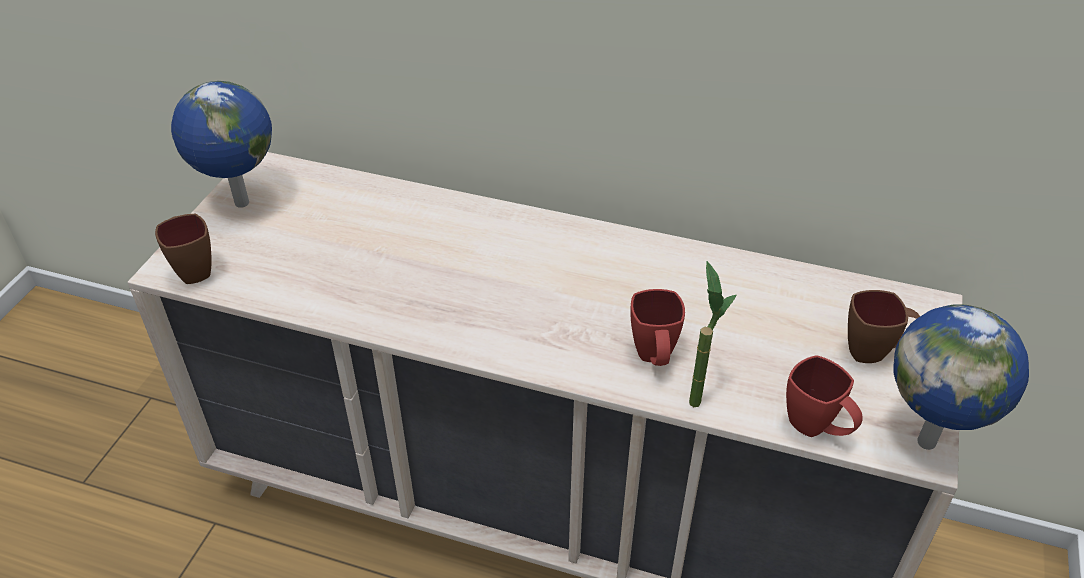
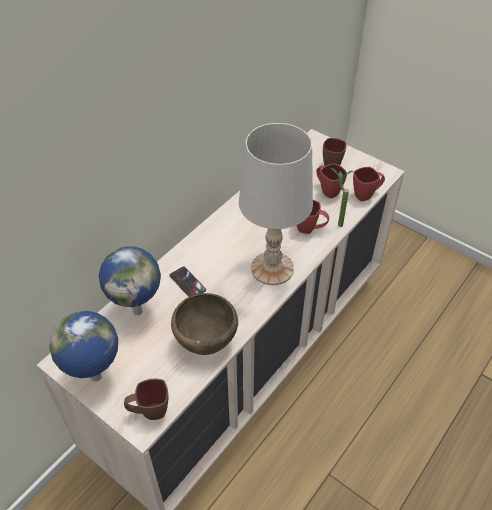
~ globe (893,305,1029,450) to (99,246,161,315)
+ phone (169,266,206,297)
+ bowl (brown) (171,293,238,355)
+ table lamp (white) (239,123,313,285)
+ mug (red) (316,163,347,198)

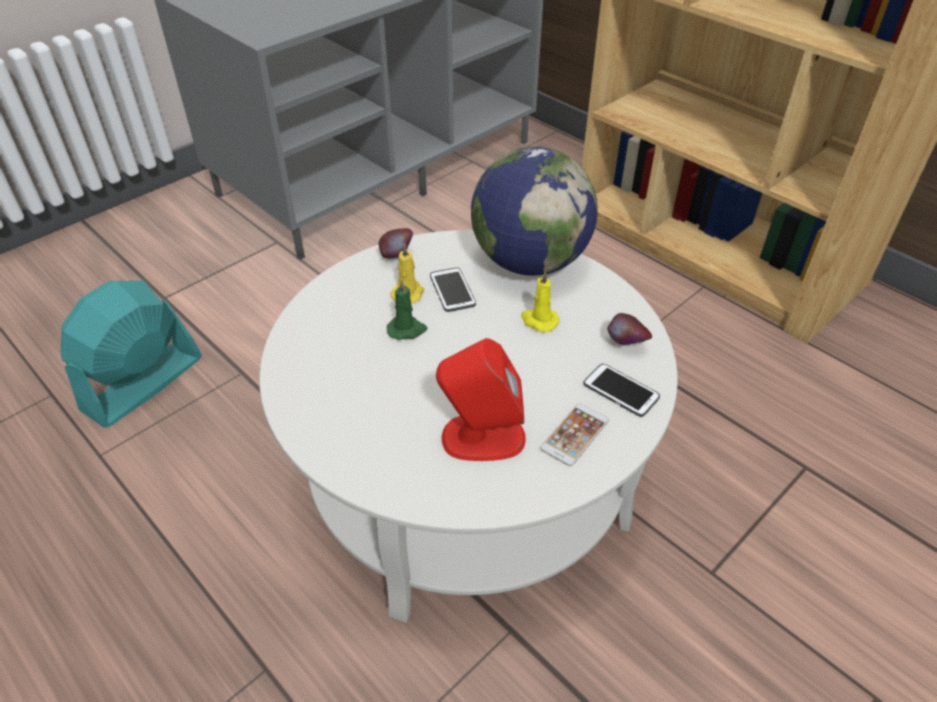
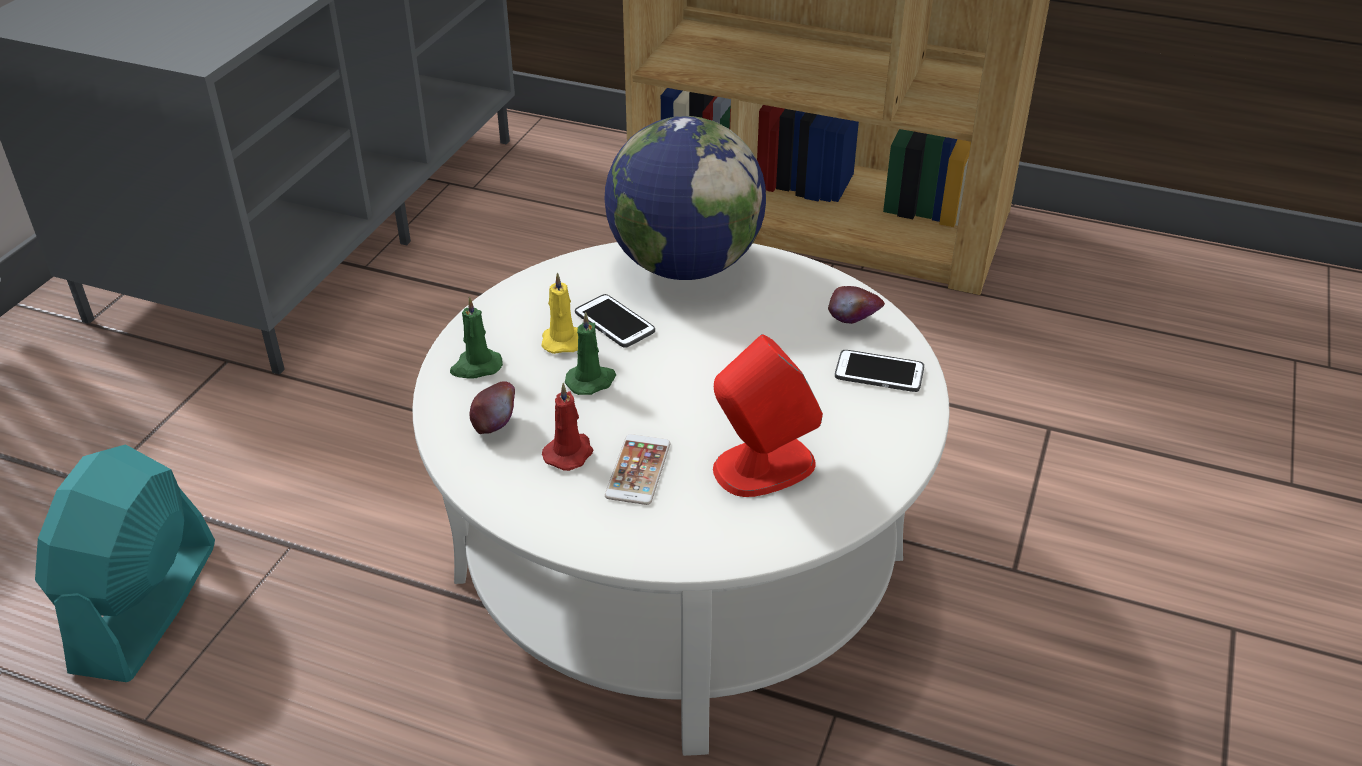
+ candle (green) (450,297,503,379)
~ apple (379,228,413,259) to (469,381,515,434)
+ candle (red) (542,383,594,471)
~ phone (540,403,609,466) to (605,434,670,505)
- candle (yellow) (521,271,559,332)

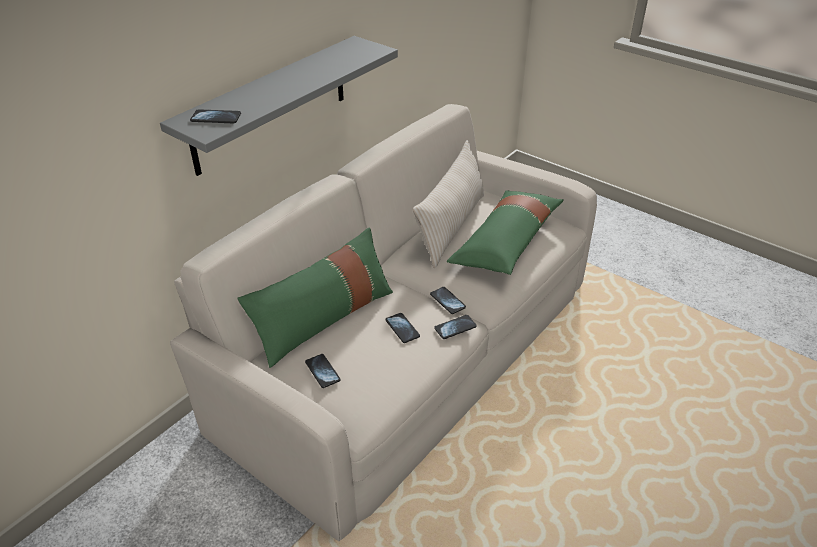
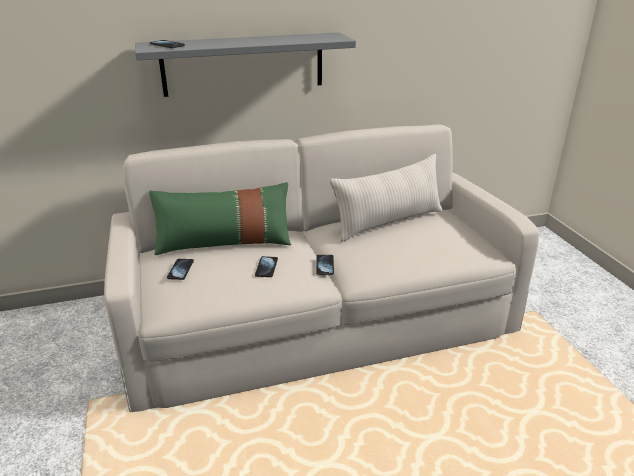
- phone (434,315,477,339)
- pillow (green) (447,190,564,275)

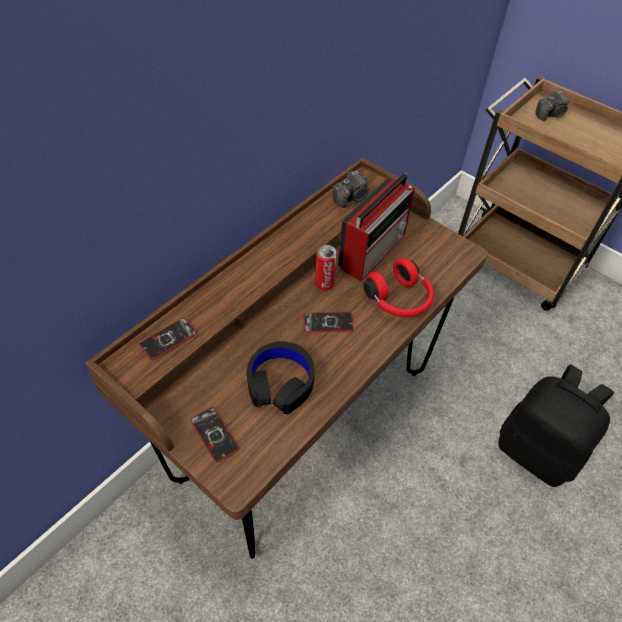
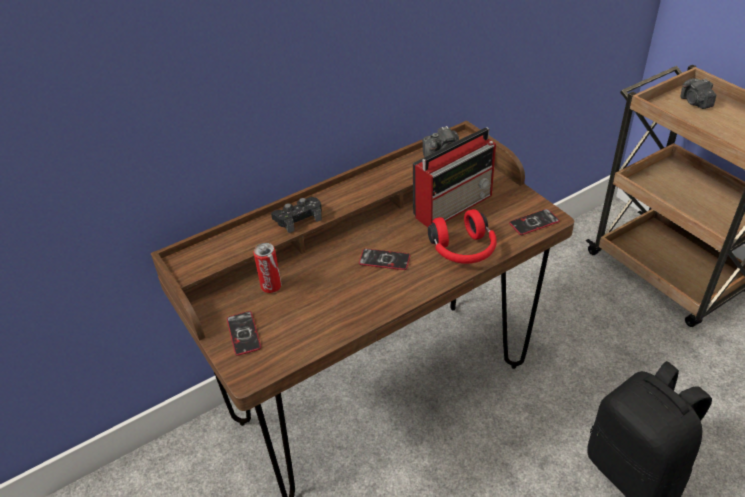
~ can (315,245,337,290) to (253,243,282,293)
+ game controller (black) (271,197,322,233)
~ phone (139,318,197,360) to (509,209,560,235)
~ photo camera (535,91,569,121) = (680,78,716,109) 75 degrees clockwise
- headphones (black) (246,341,315,414)

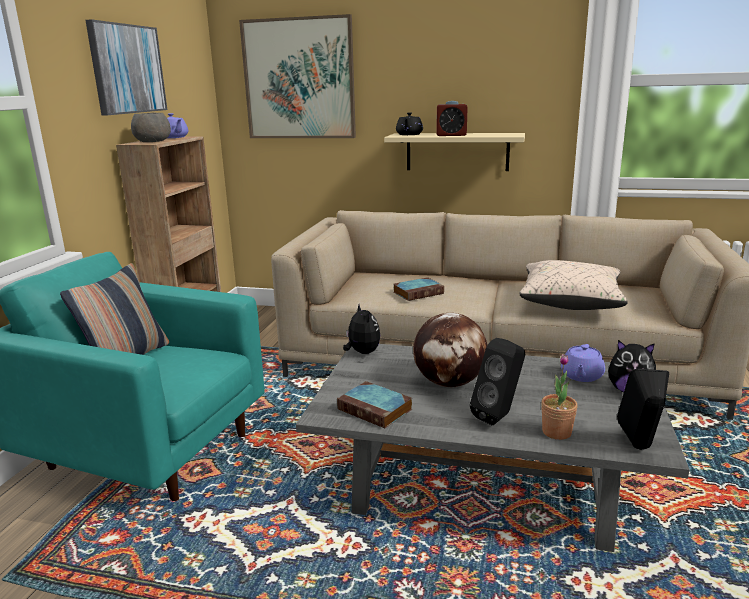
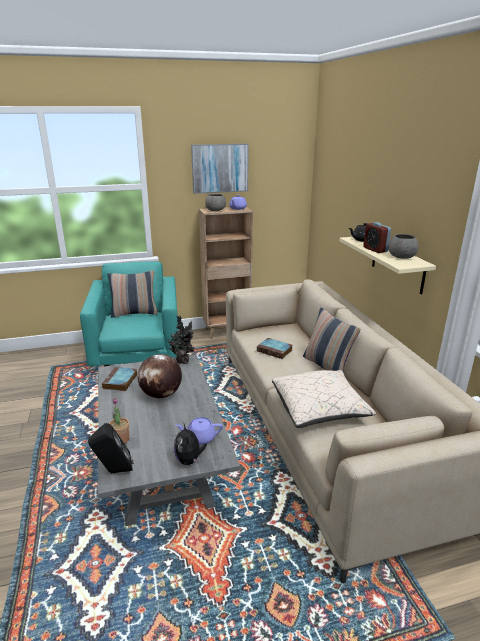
~ plush toy (343,304,380,354) to potted plant (168,316,194,364)
+ pillow (303,308,360,371)
+ bowl (grey) (388,234,419,259)
- picture (239,14,356,138)
- speaker (black) (470,338,525,425)

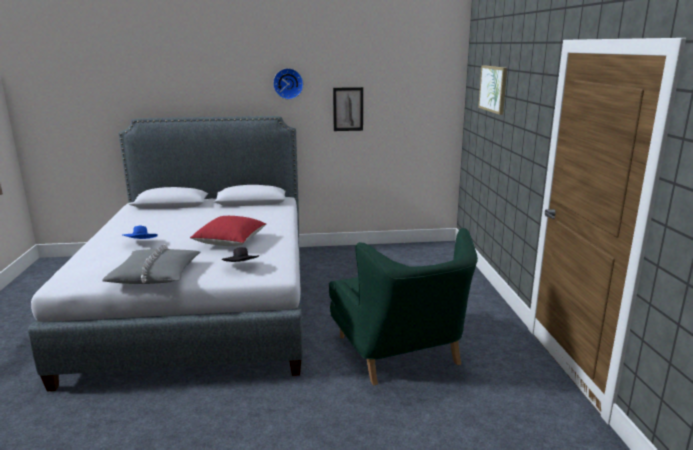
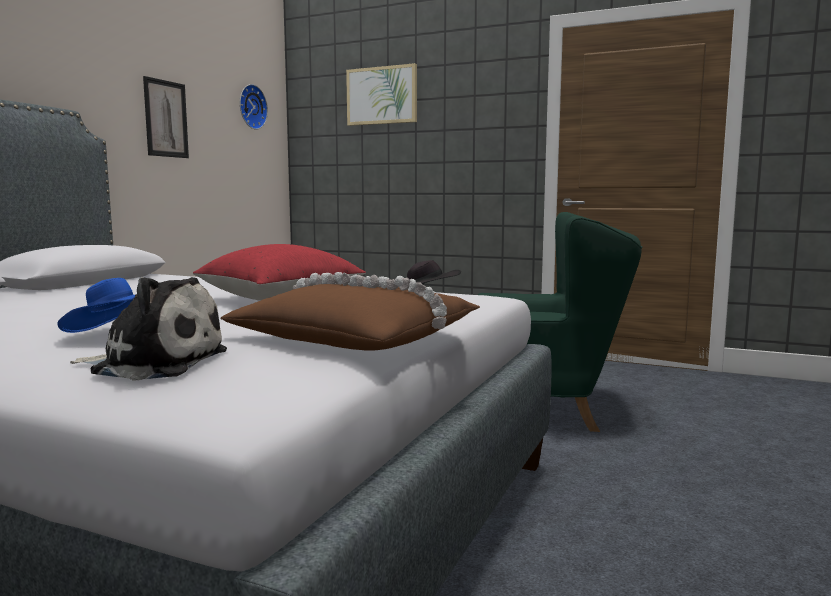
+ plush toy (70,277,227,381)
~ pillow (grey) (102,244,201,284) to pillow (brown) (220,272,480,350)
~ wall clock (273,68,304,100) to (240,84,268,130)

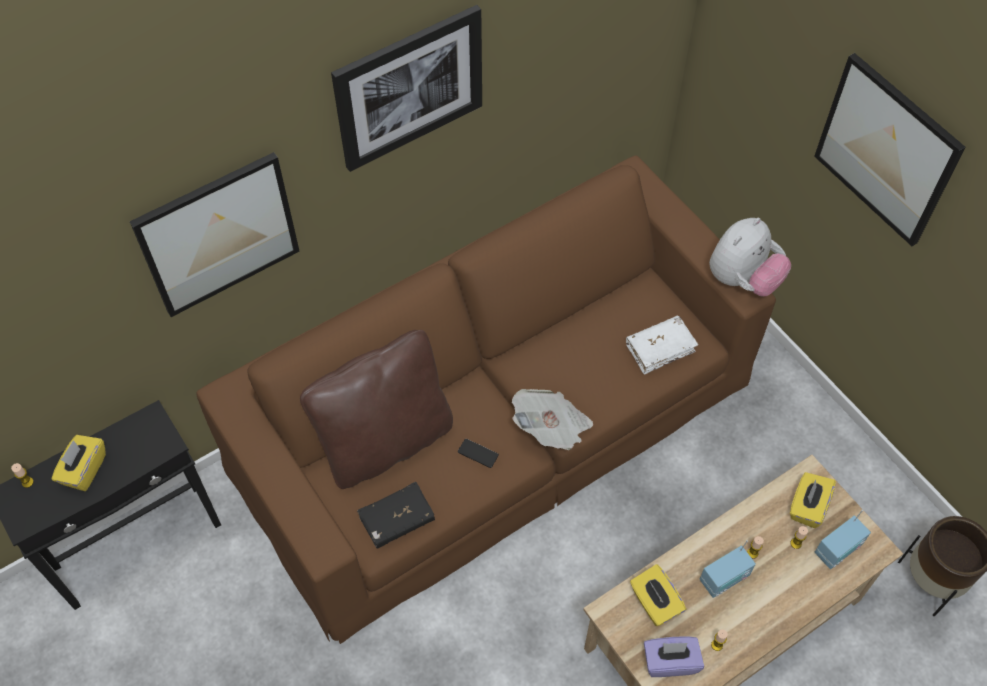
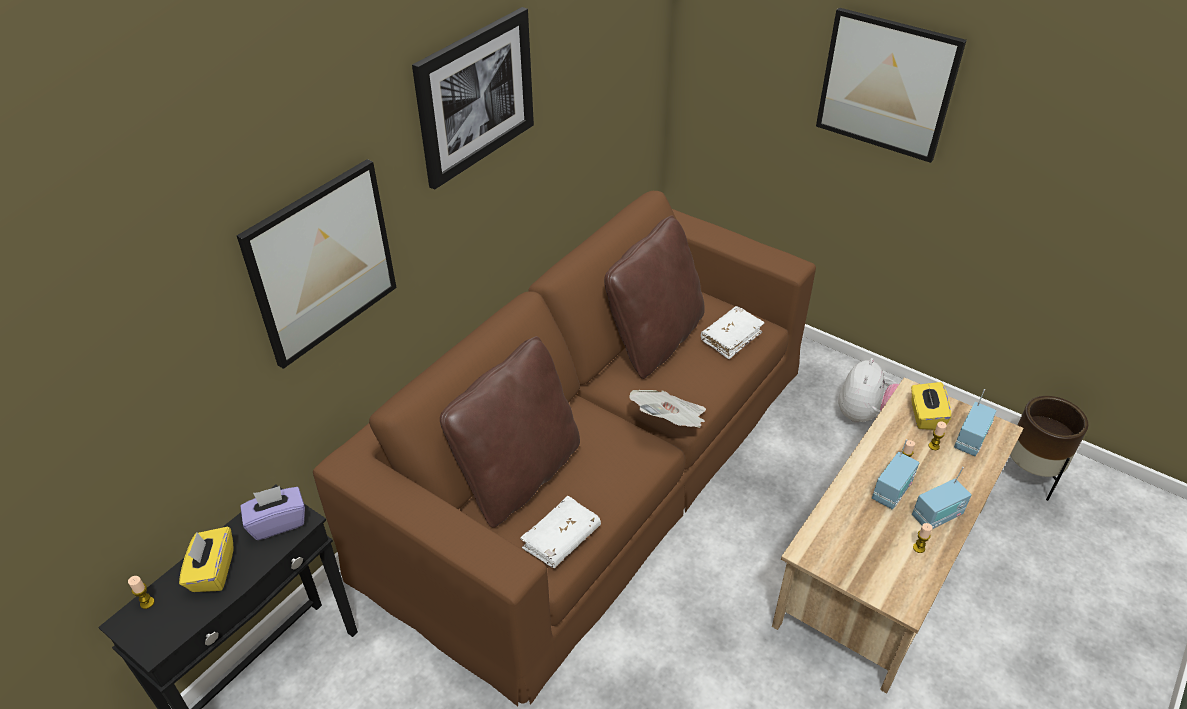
~ tissue box (purple) (644,637,704,677) to (240,486,305,540)
~ book (black) (357,482,435,549) to book (white) (520,496,601,568)
+ pillow (brown) (604,216,705,379)
~ plush toy (709,218,791,297) to (838,358,899,423)
+ radio (912,467,972,529)
- phone (458,439,499,468)
- tissue box (yellow) (630,564,686,626)

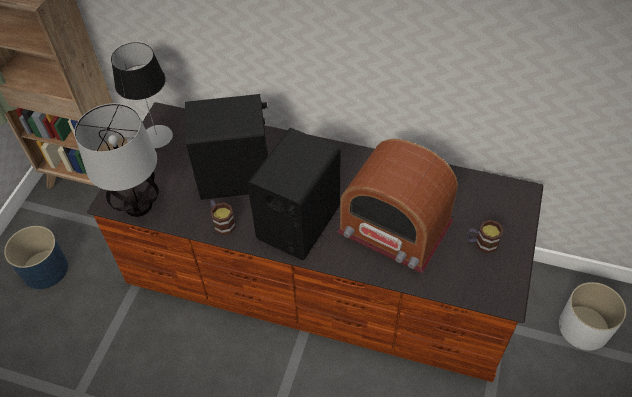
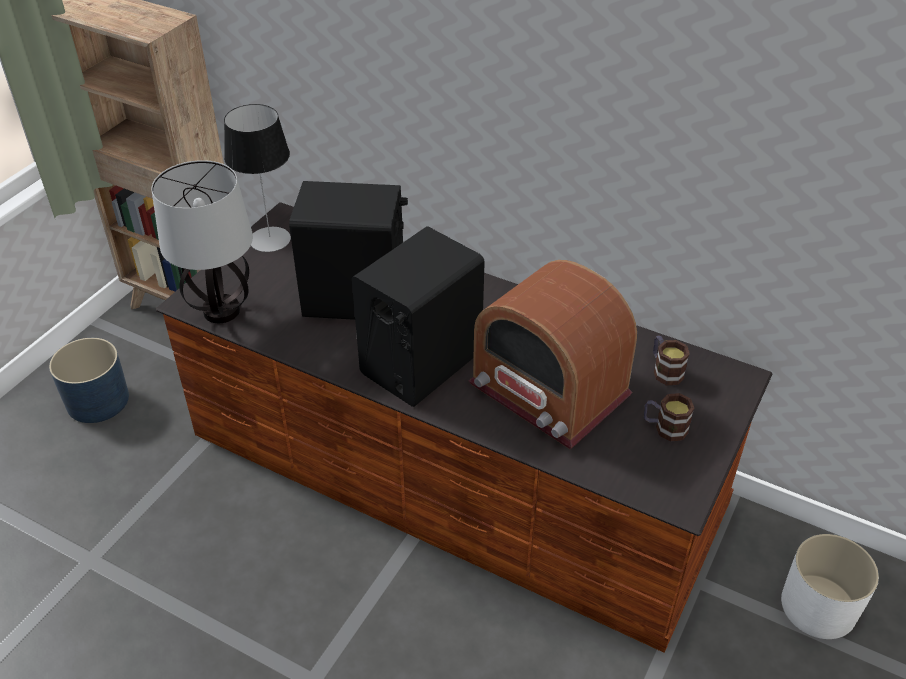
~ mug (210,200,236,235) to (653,336,690,385)

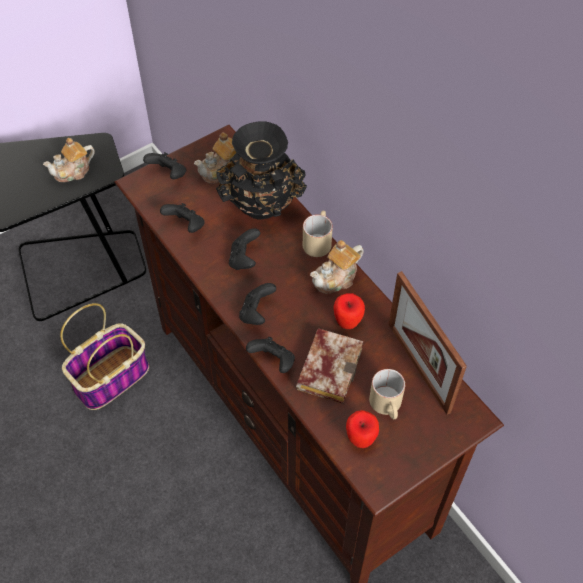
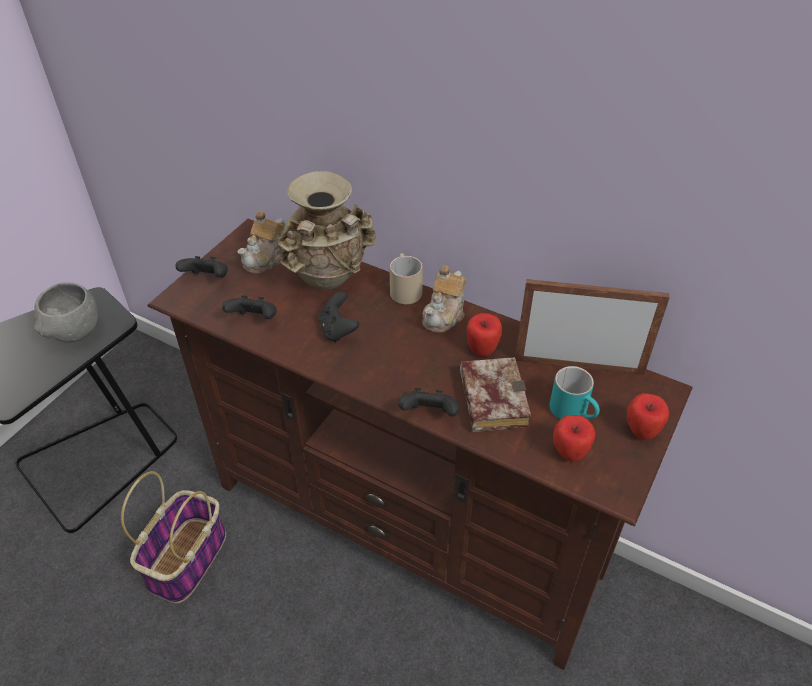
~ teapot (43,138,95,182) to bowl (grey) (34,282,98,342)
~ vase (black) (216,121,307,220) to vase (beige) (277,171,376,290)
~ picture frame (389,271,467,415) = (515,279,670,375) 150 degrees clockwise
~ mug (beige) (369,369,405,419) to mug (turquoise) (550,366,600,419)
+ apple (627,393,669,440)
- game controller (black) (239,283,276,325)

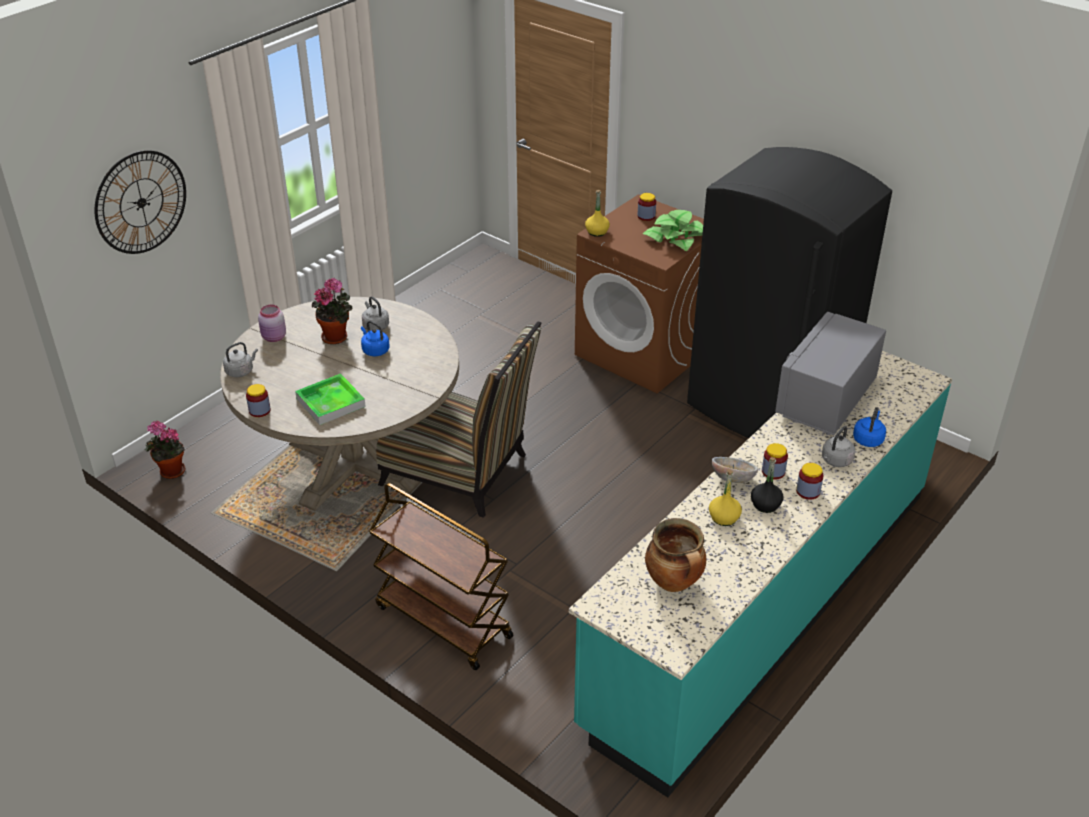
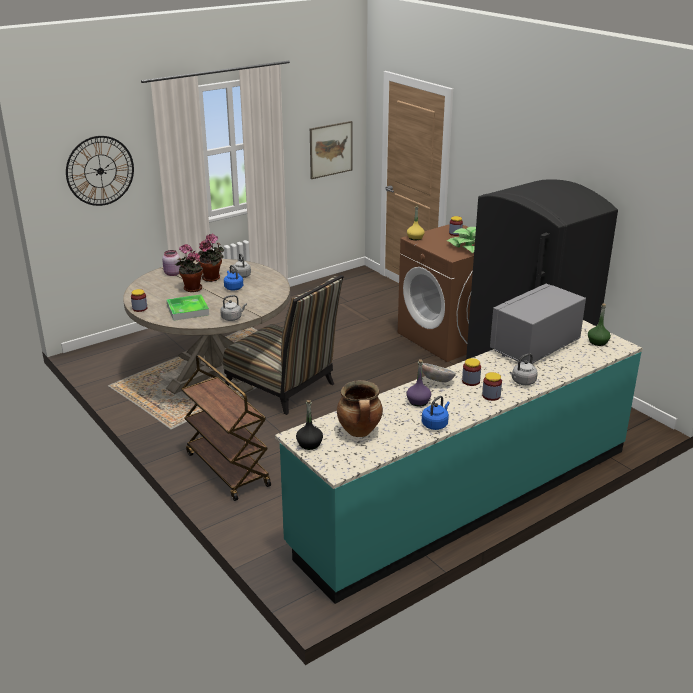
~ potted plant (145,421,186,479) to (175,244,203,292)
~ kettle (grey) (223,342,258,377) to (220,295,247,321)
~ bottle (black) (751,457,783,513) to (296,400,323,450)
+ picture (310,121,352,179)
~ bottle (yellow) (709,470,742,526) to bottle (purple) (406,359,431,406)
~ kettle (blue) (853,407,886,447) to (422,396,450,430)
+ bottle (green) (588,303,611,346)

